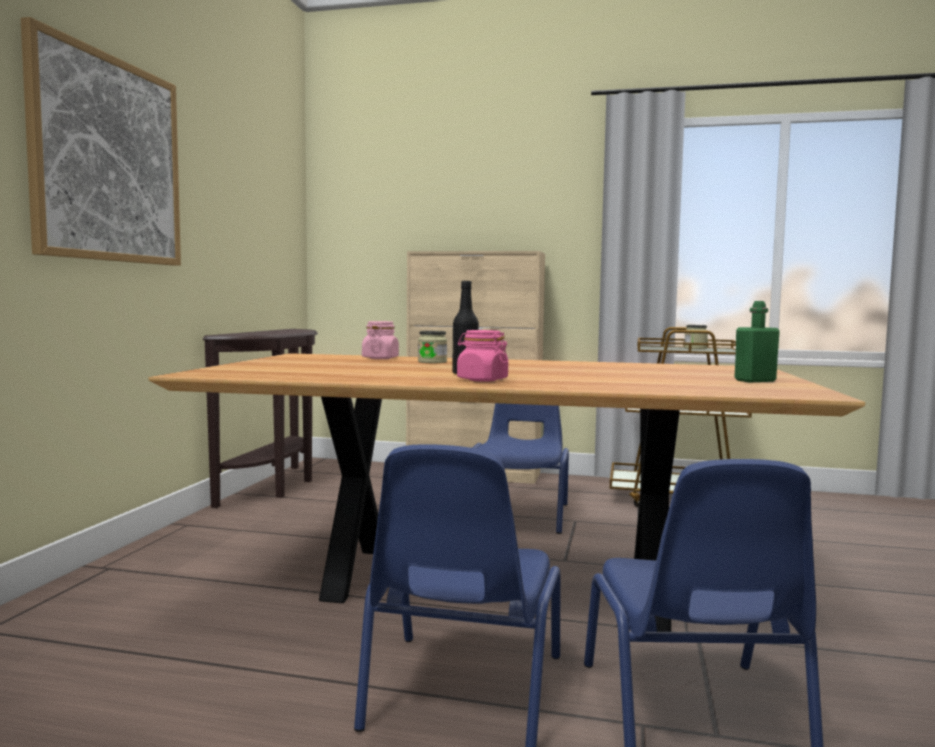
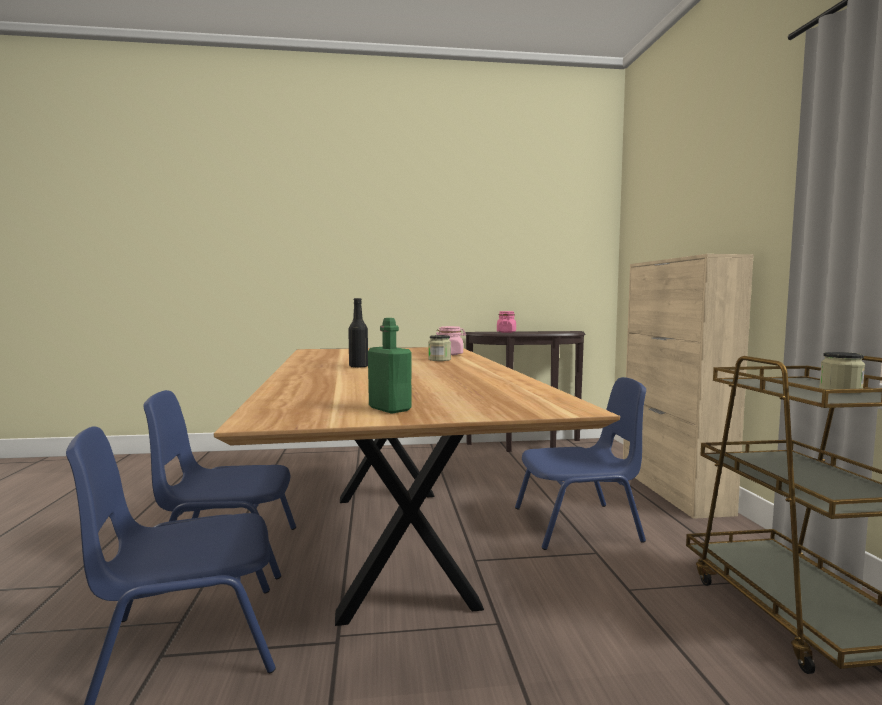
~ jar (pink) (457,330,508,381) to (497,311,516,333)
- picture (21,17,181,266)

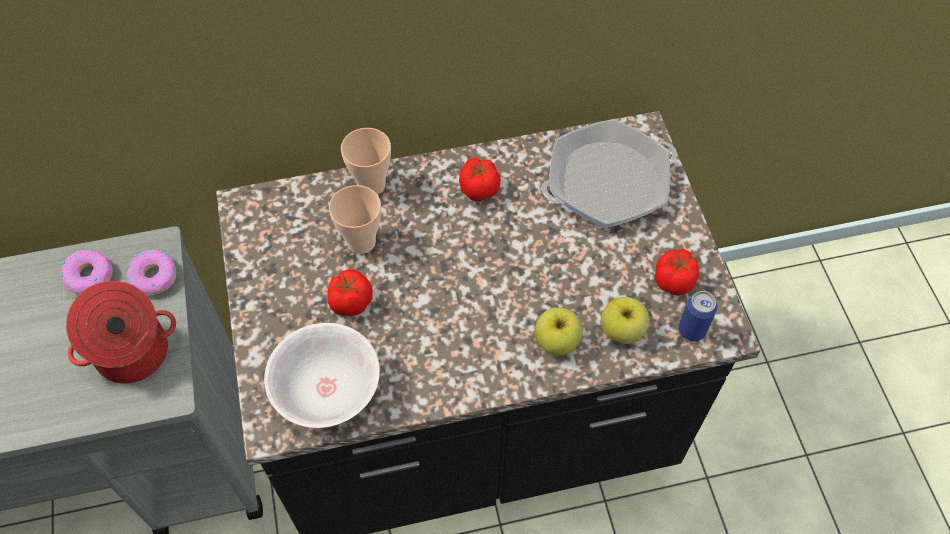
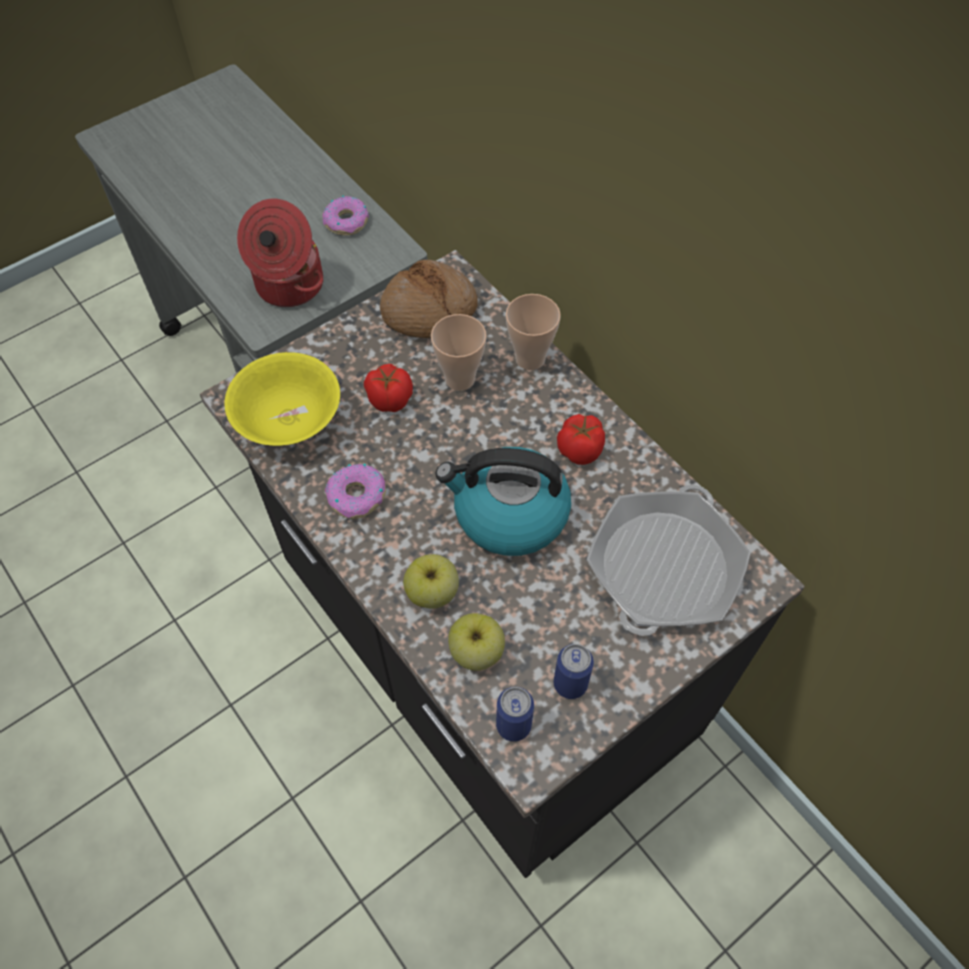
~ bowl (white) (264,323,380,428) to bowl (yellow) (224,352,340,446)
~ donut (127,249,176,296) to (325,464,386,519)
+ bread (380,260,478,338)
+ kettle (435,447,571,556)
~ tomato (654,249,699,296) to can (554,644,594,699)
~ frying pan (541,119,677,228) = (586,484,751,636) 75 degrees clockwise

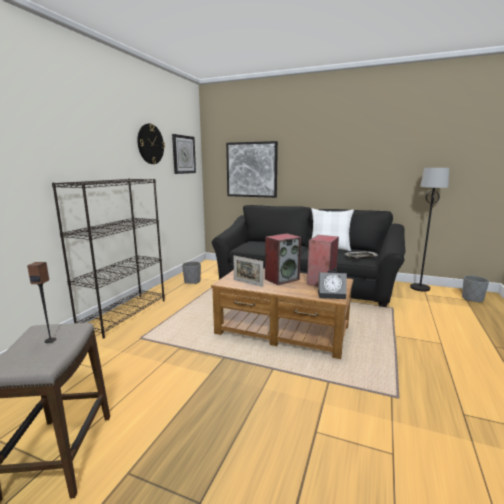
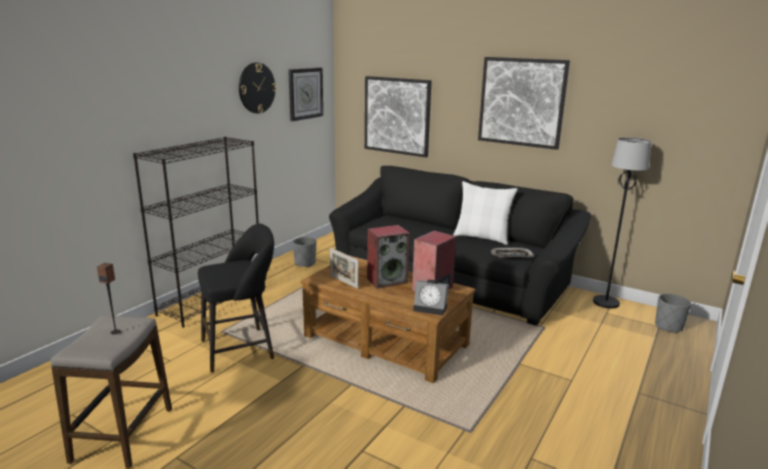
+ stool (black) (198,224,274,373)
+ picture (478,57,570,150)

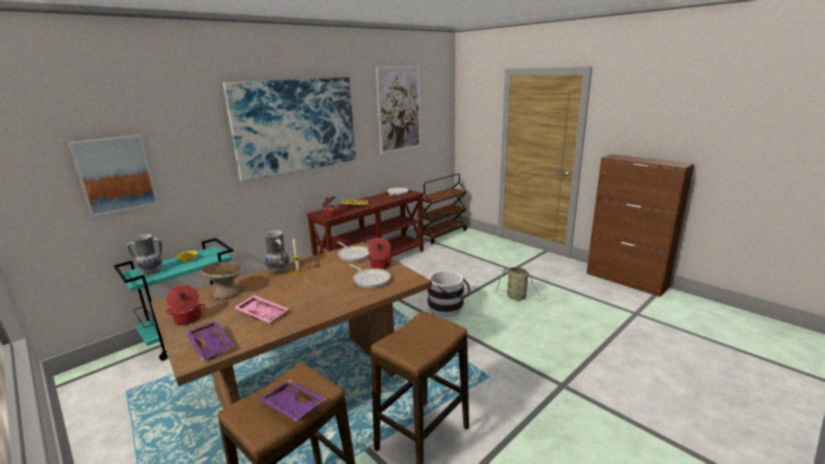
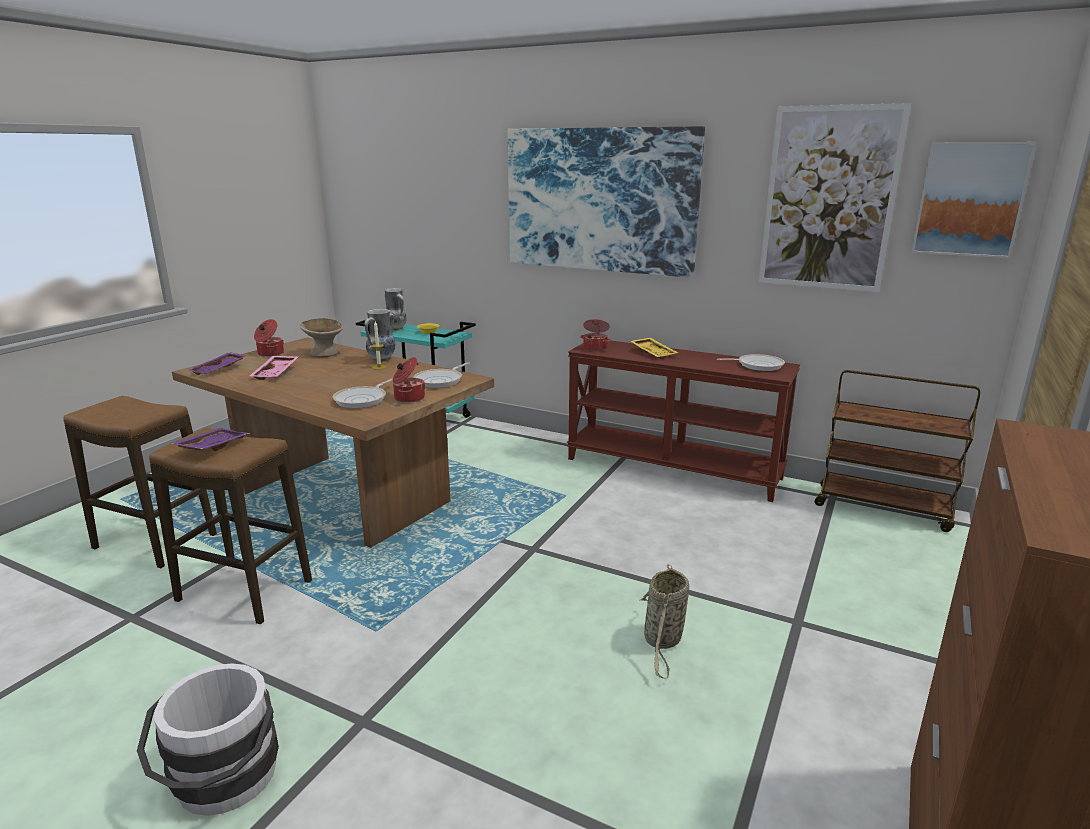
~ bucket (white) (428,270,471,317) to (137,663,279,816)
~ tray (purple) (259,380,327,421) to (170,428,250,451)
~ picture (69,135,158,217) to (911,142,1037,258)

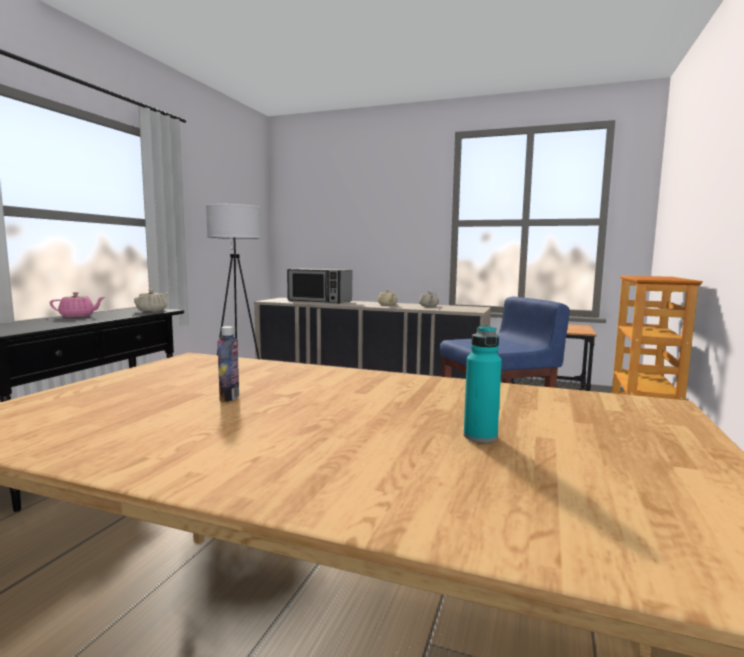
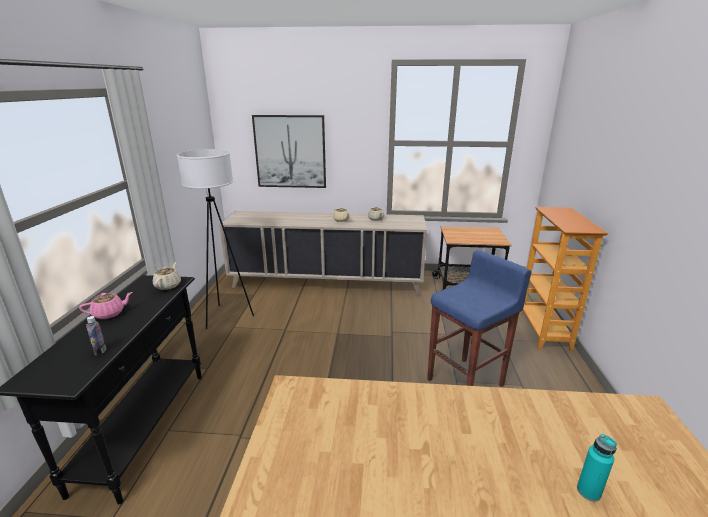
~ bottle (217,326,239,402) to (86,316,106,356)
+ picture (252,115,326,188)
- microwave (287,268,352,304)

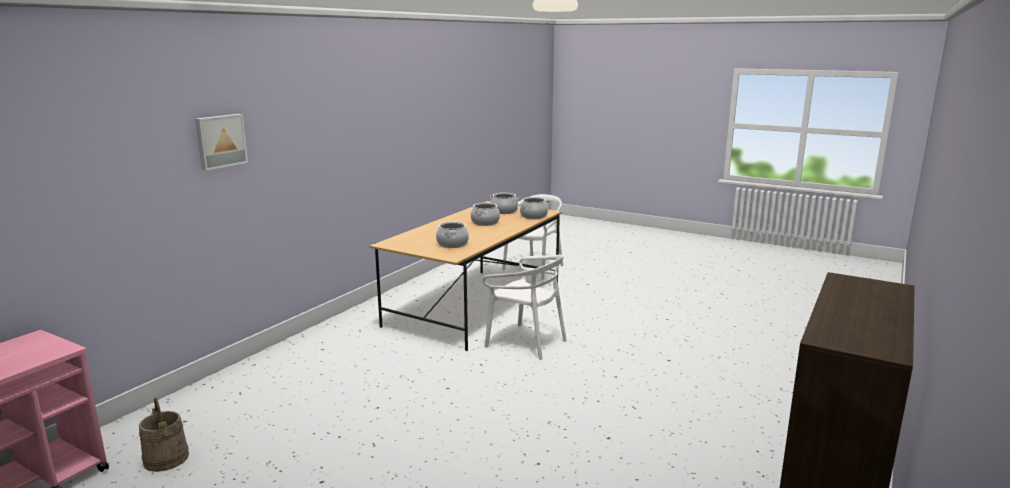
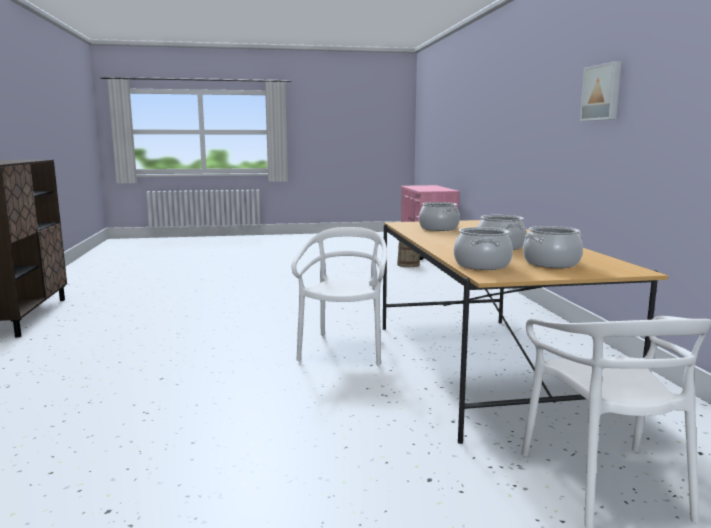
~ chair (white) (482,255,567,360) = (292,227,387,366) 105 degrees clockwise
~ picture (195,114,248,171) to (580,61,621,121)

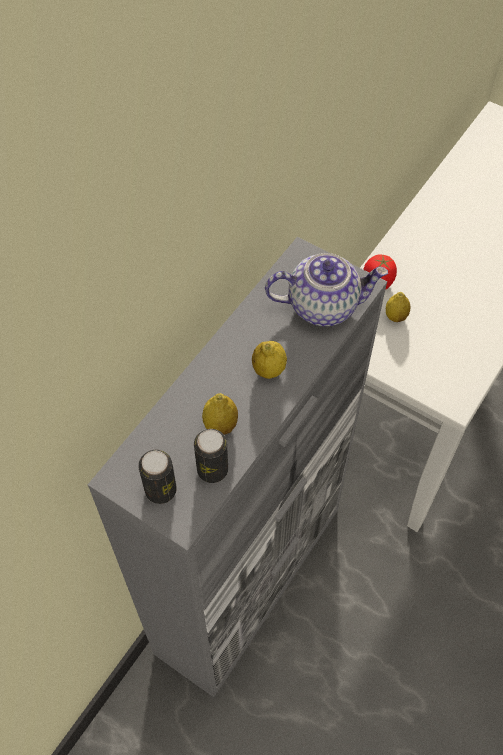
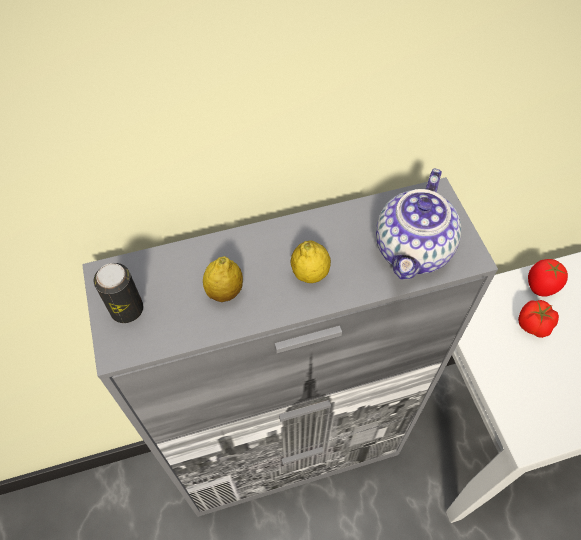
~ teapot (265,253,388,326) = (376,169,461,279) 75 degrees clockwise
~ lemon (386,292,411,322) to tomato (518,300,559,338)
- can (194,429,228,483)

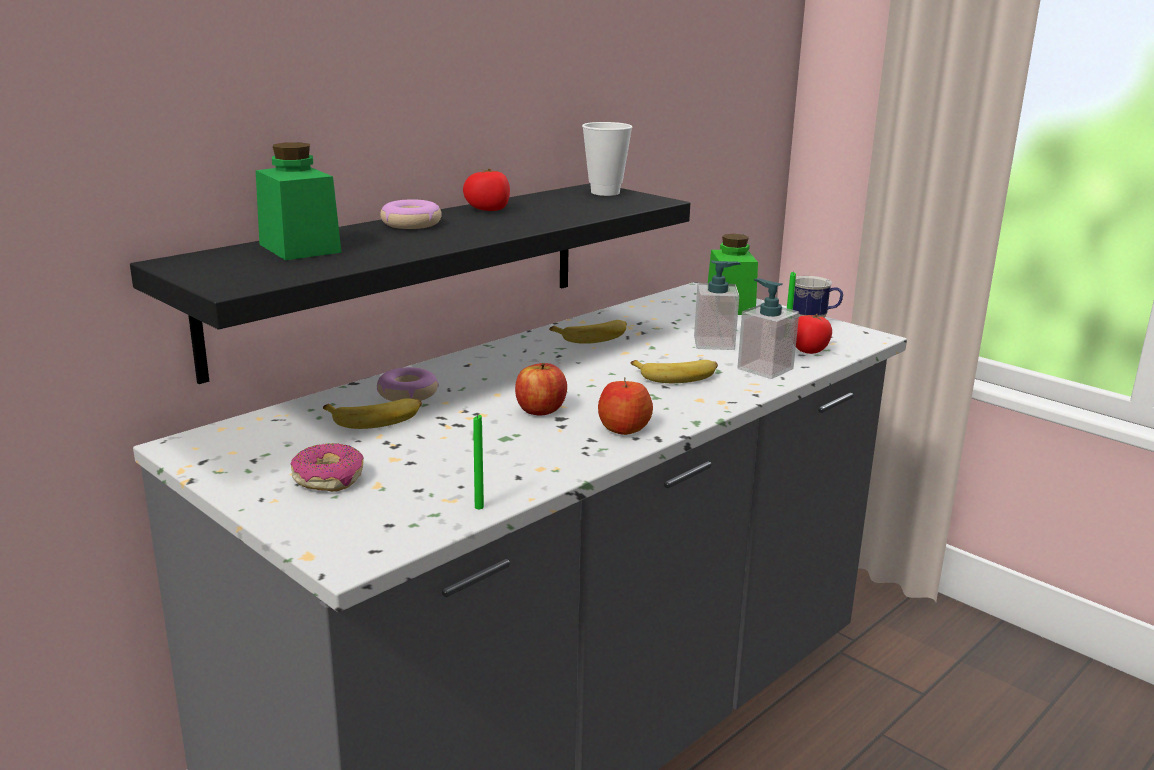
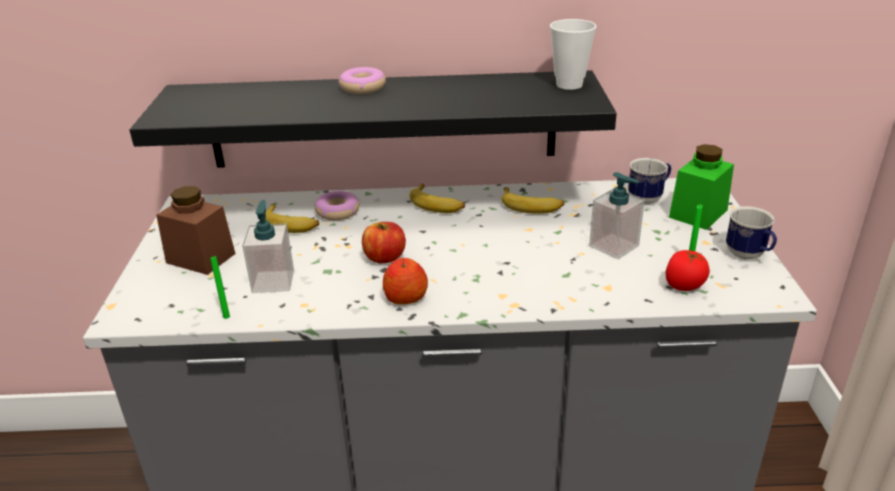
~ donut (291,443,364,492) to jar (brown) (156,186,236,275)
~ soap dispenser (737,278,799,379) to (242,200,294,293)
~ banana (631,360,718,383) to (410,184,465,213)
+ mug (628,158,671,204)
- jar (green) (256,142,342,260)
- tomato (463,169,510,211)

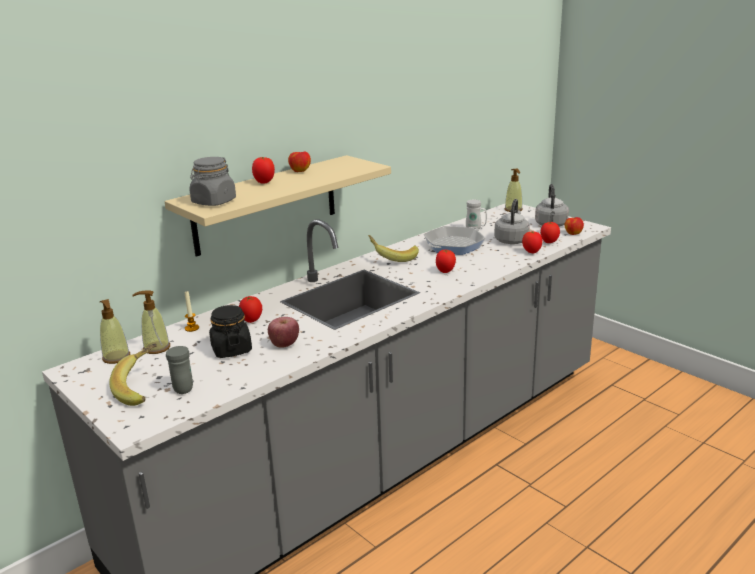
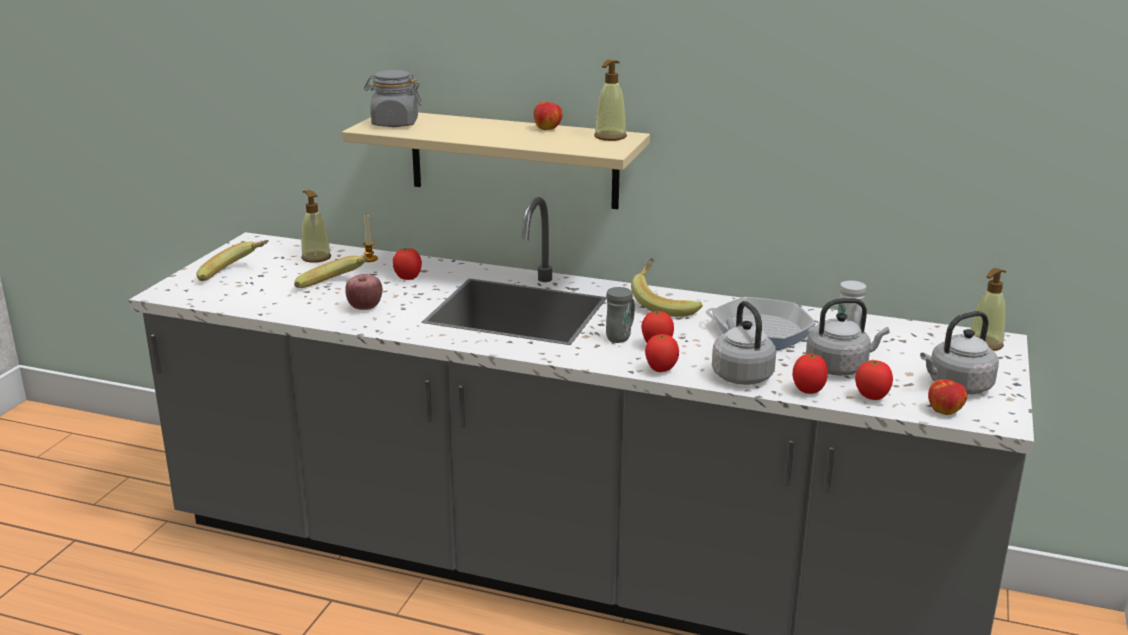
~ jar (black) (209,305,252,358) to banana (294,256,367,288)
~ soap dispenser (100,299,130,364) to (594,60,627,141)
~ mug (grey) (166,346,193,394) to (606,287,635,343)
~ tomato (252,157,275,184) to (645,334,679,372)
+ kettle (grey) (712,301,776,385)

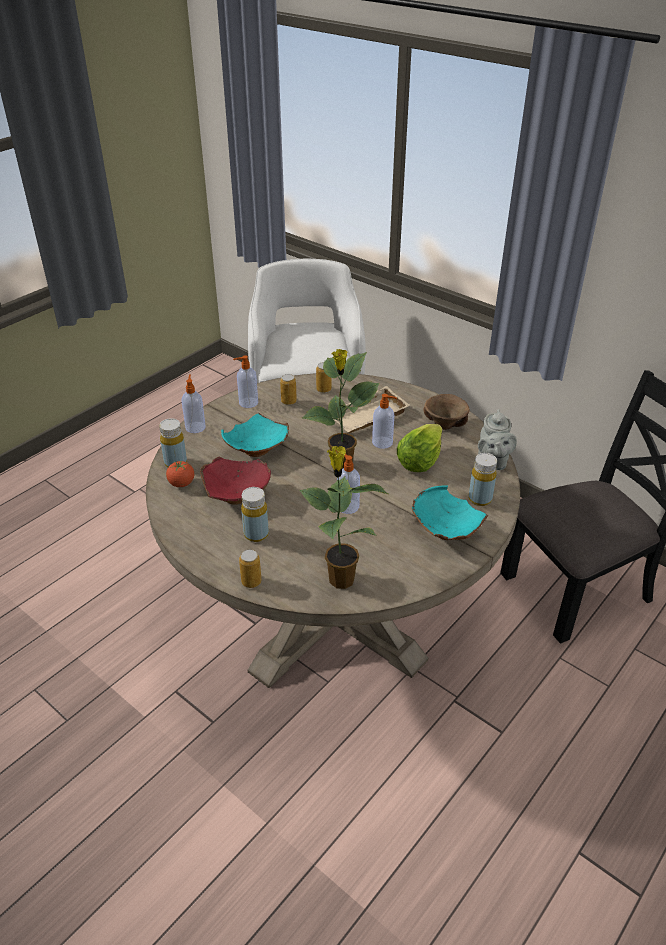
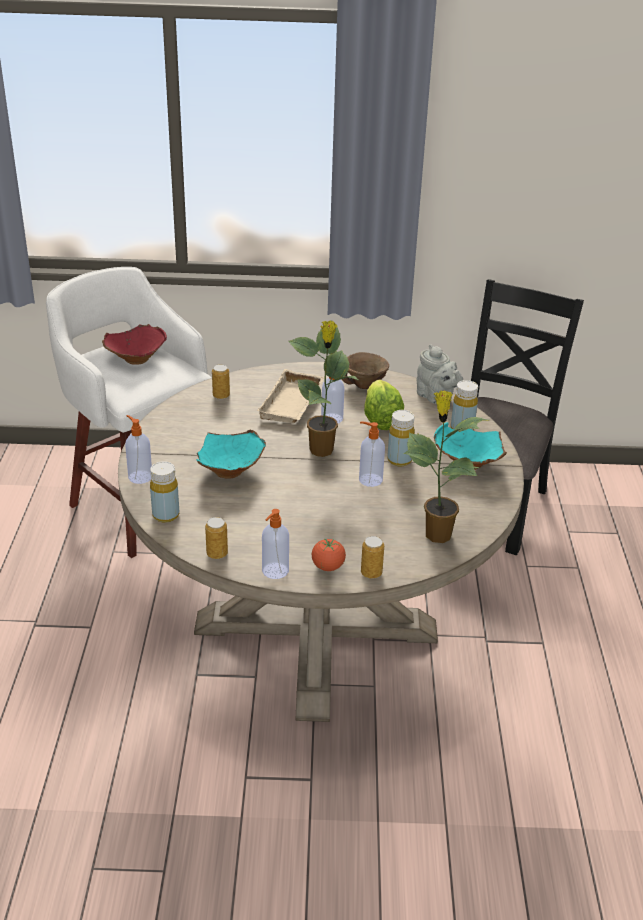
~ bowl (red) (200,457,271,505) to (102,324,167,365)
~ can (280,374,297,405) to (205,517,228,559)
~ soap dispenser (233,355,258,408) to (262,509,289,579)
~ tomato (166,460,194,487) to (312,539,346,571)
~ bottle (yellow) (241,487,269,542) to (387,410,415,467)

